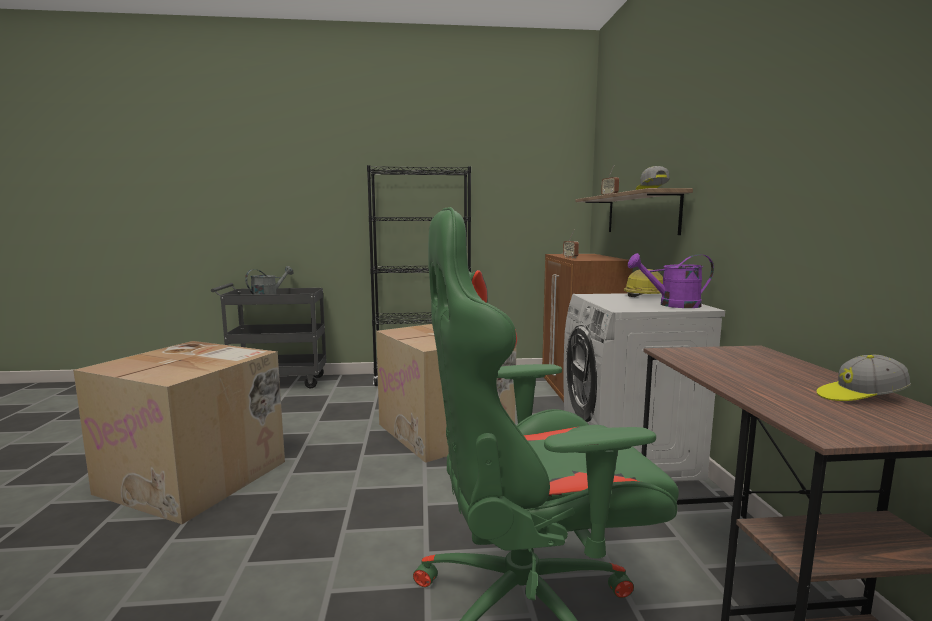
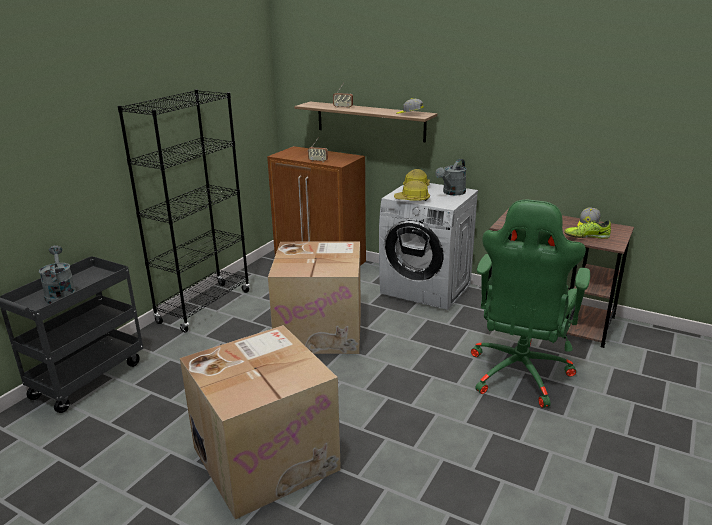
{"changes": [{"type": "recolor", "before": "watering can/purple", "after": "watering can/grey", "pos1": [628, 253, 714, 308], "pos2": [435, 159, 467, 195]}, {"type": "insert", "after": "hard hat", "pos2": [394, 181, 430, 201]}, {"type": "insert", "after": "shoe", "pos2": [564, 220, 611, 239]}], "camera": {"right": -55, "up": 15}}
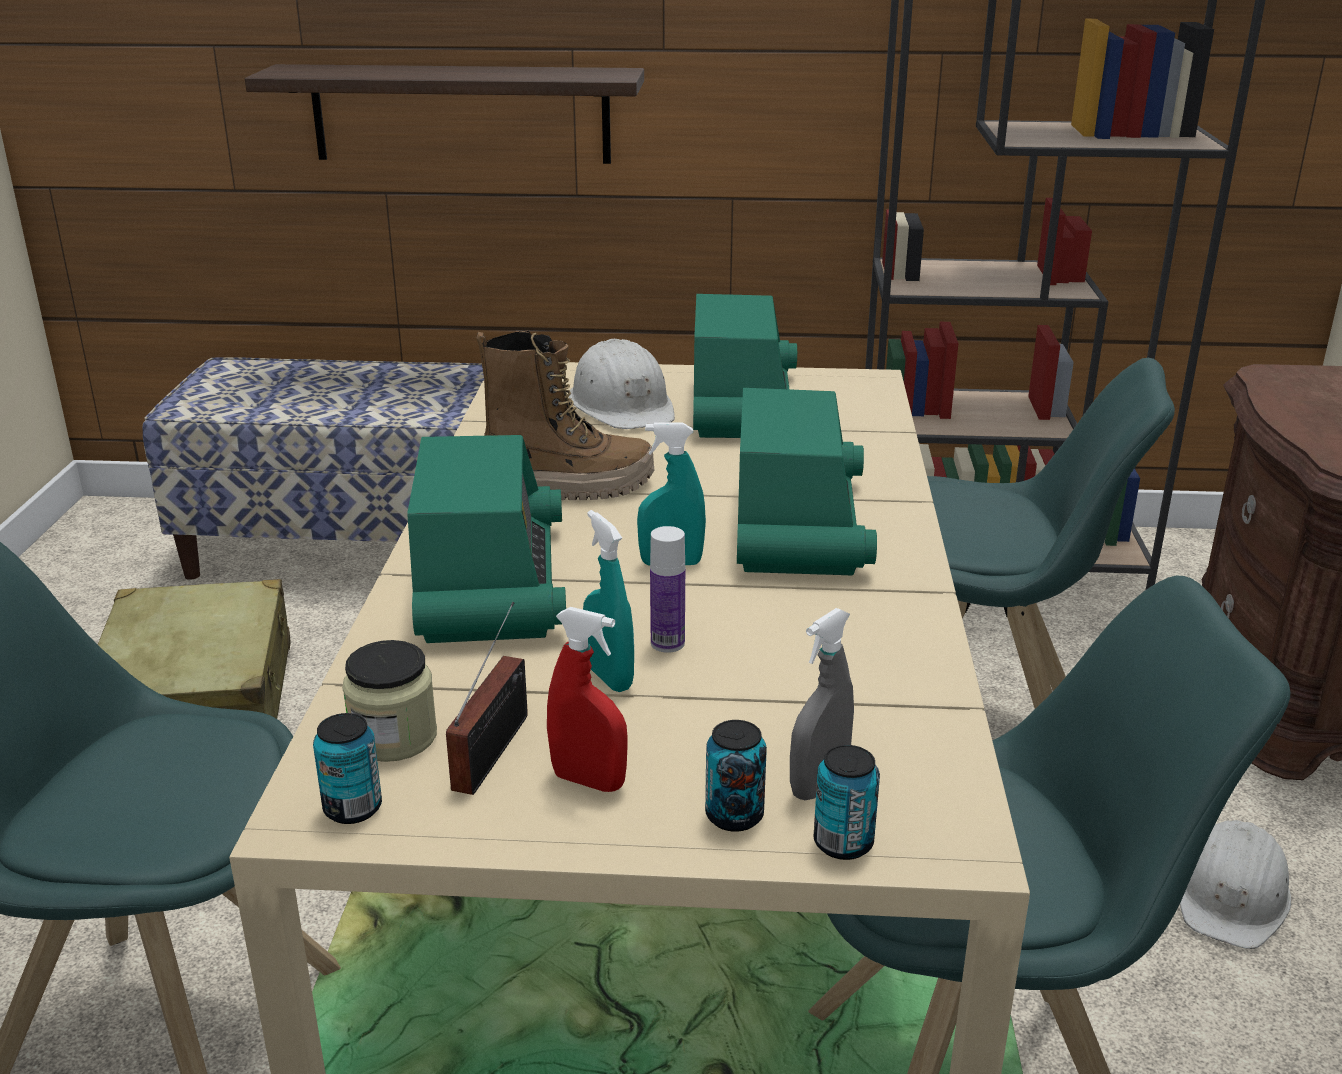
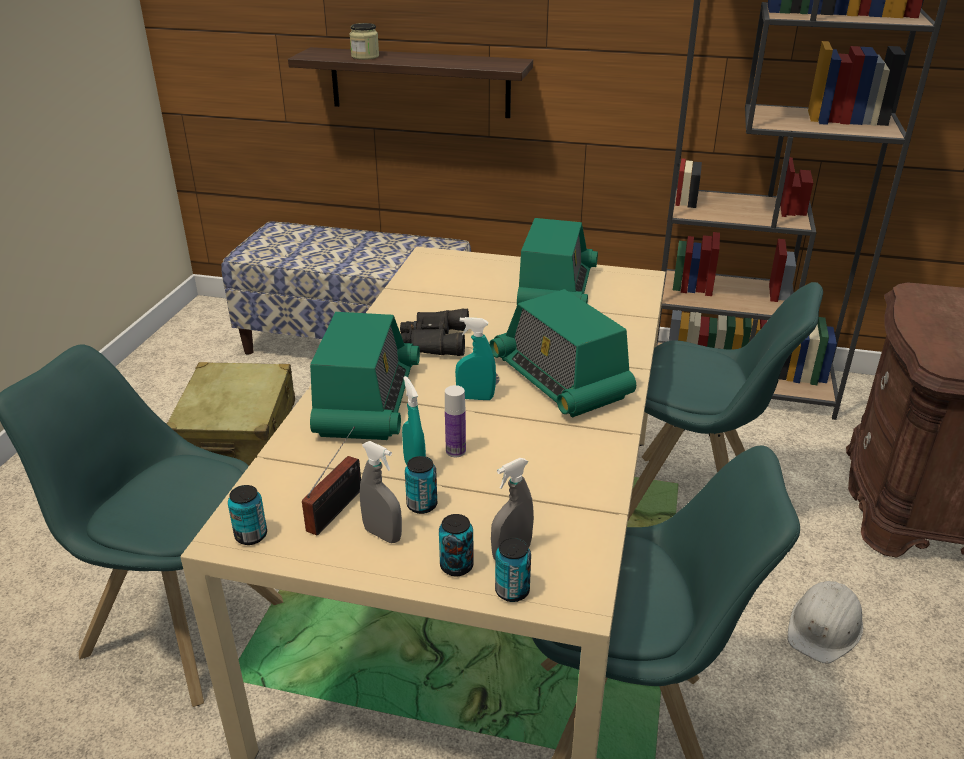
{"changes": [{"type": "move", "before": "jar", "pos1": [342, 640, 437, 762], "pos2": [350, 23, 379, 60]}, {"type": "replace", "before": "boot", "after": "binoculars/black", "pos1": [477, 331, 654, 500], "pos2": [400, 309, 469, 356]}, {"type": "recolor", "before": "spray bottle/red", "after": "spray bottle/grey", "pos1": [547, 607, 628, 792], "pos2": [360, 441, 402, 543]}, {"type": "delete", "before": "hard hat/white", "pos1": [569, 339, 675, 429]}, {"type": "rotate", "before": "radio", "pos1": [737, 388, 877, 575], "pos2": [489, 289, 636, 417], "turn": 135}, {"type": "insert", "after": "can", "pos2": [405, 456, 437, 514]}], "camera": {"right": 10, "up": 5}}
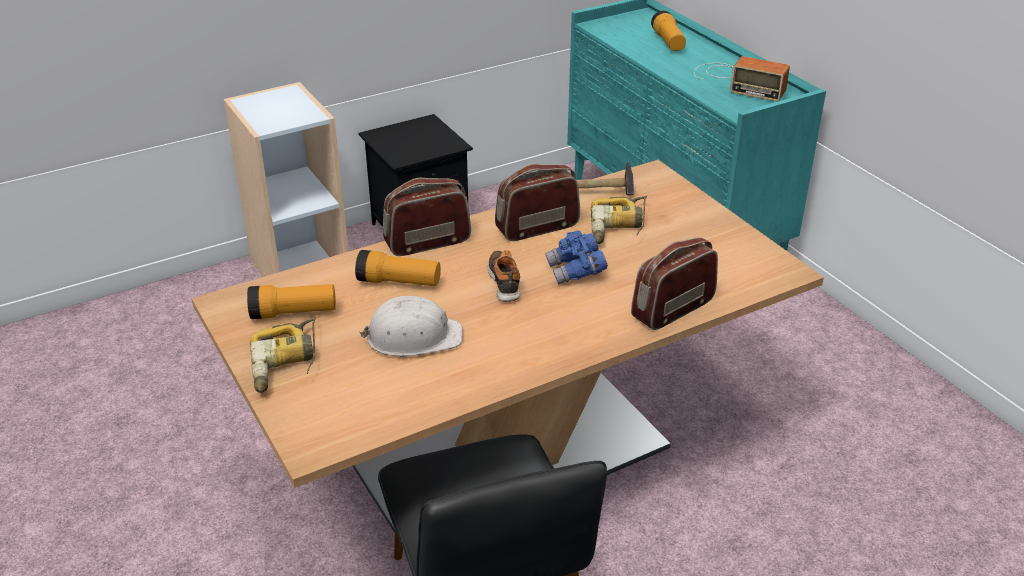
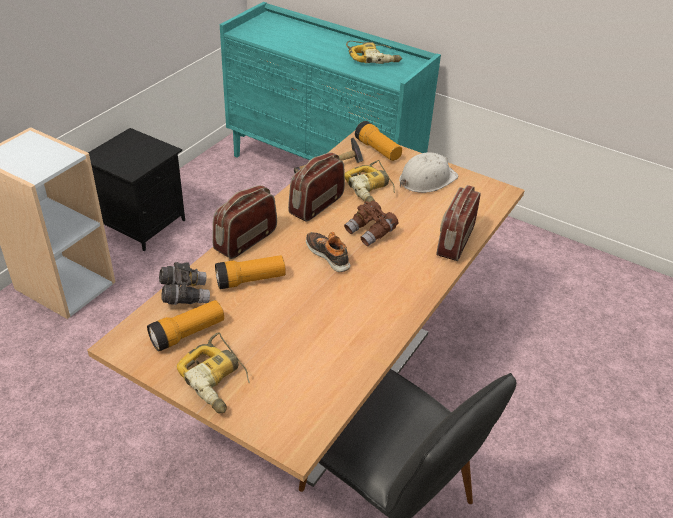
{"changes": [{"type": "move", "before": "hard hat/white", "pos1": [360, 296, 463, 356], "pos2": [399, 152, 458, 193]}, {"type": "recolor", "before": "binoculars/blue", "after": "binoculars/brown", "pos1": [545, 231, 608, 285], "pos2": [344, 201, 398, 246]}, {"type": "move", "before": "flashlight", "pos1": [651, 10, 686, 51], "pos2": [355, 121, 402, 161]}, {"type": "replace", "before": "radio", "after": "power drill", "pos1": [694, 56, 790, 102], "pos2": [346, 41, 402, 64]}, {"type": "insert", "after": "binoculars/grey", "pos2": [159, 262, 210, 305]}], "camera": {"right": -30, "up": 5}}
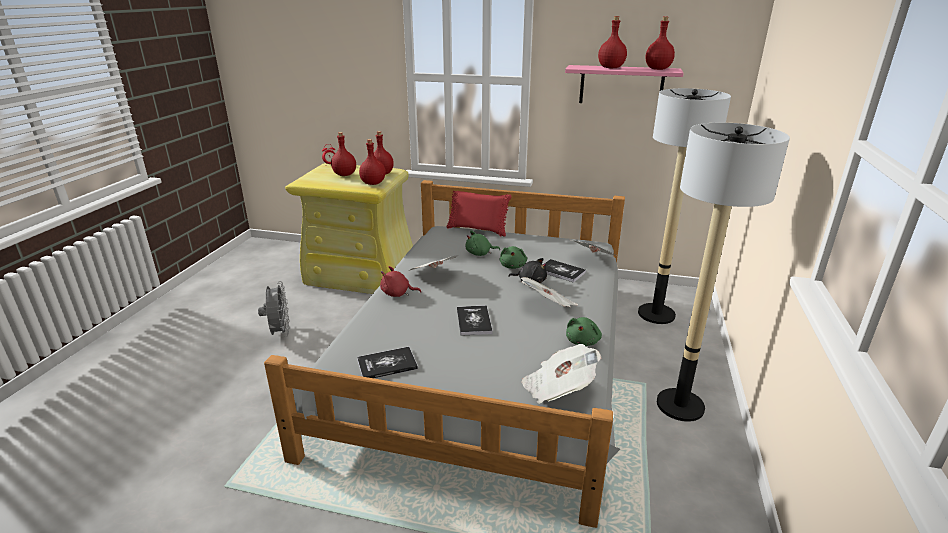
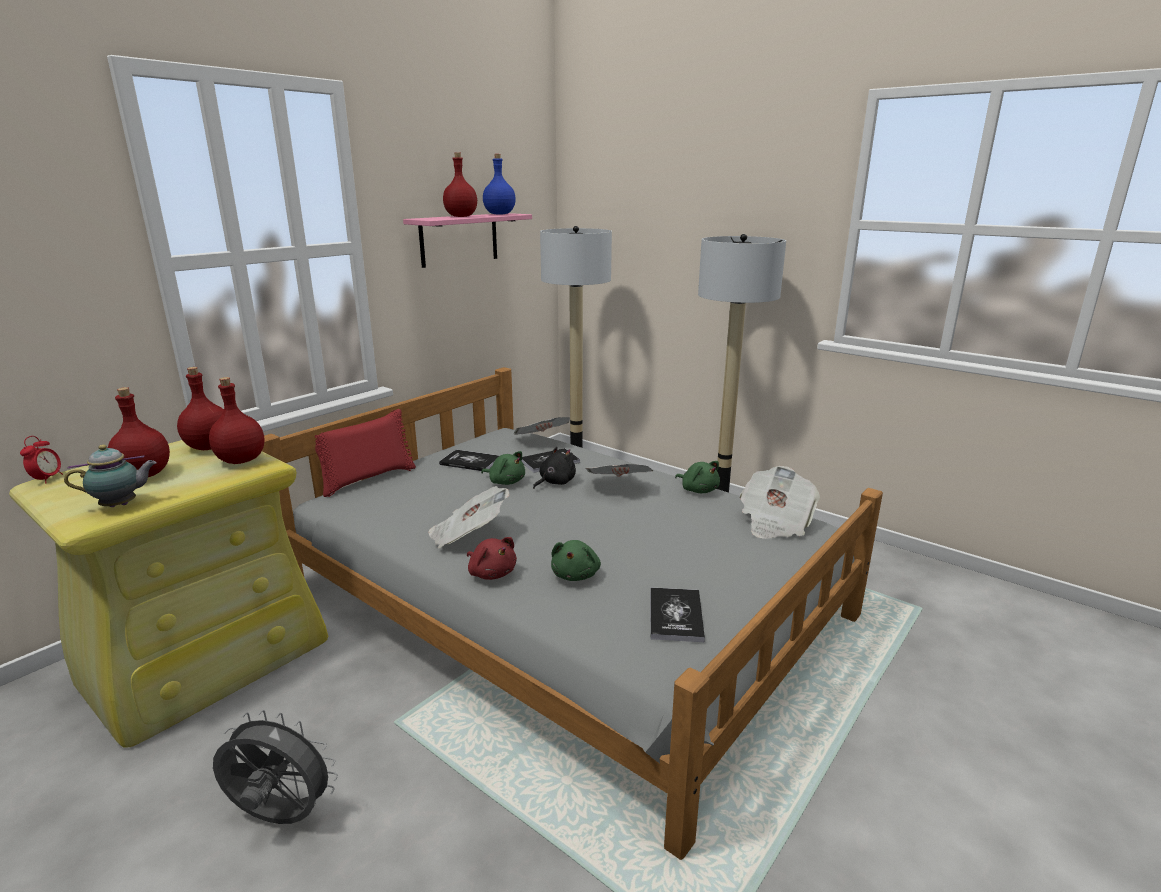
{"changes": [{"type": "rotate", "before": "plush toy/red", "pos1": [380, 266, 421, 297], "pos2": [467, 537, 517, 580], "turn": -75}, {"type": "move", "before": "book", "pos1": [457, 305, 493, 336], "pos2": [439, 450, 499, 471]}, {"type": "move", "before": "plush toy/green", "pos1": [466, 230, 500, 256], "pos2": [551, 540, 601, 581]}, {"type": "recolor", "before": "bottle/red", "after": "bottle/blue", "pos1": [645, 17, 675, 70], "pos2": [483, 154, 516, 214]}, {"type": "insert", "after": "teapot", "pos2": [64, 445, 157, 507]}], "camera": {"right": -65, "up": -5}}
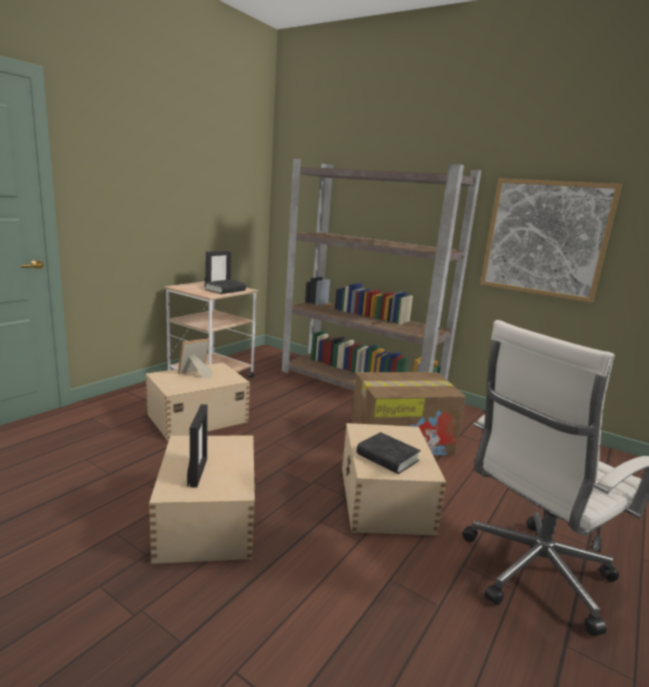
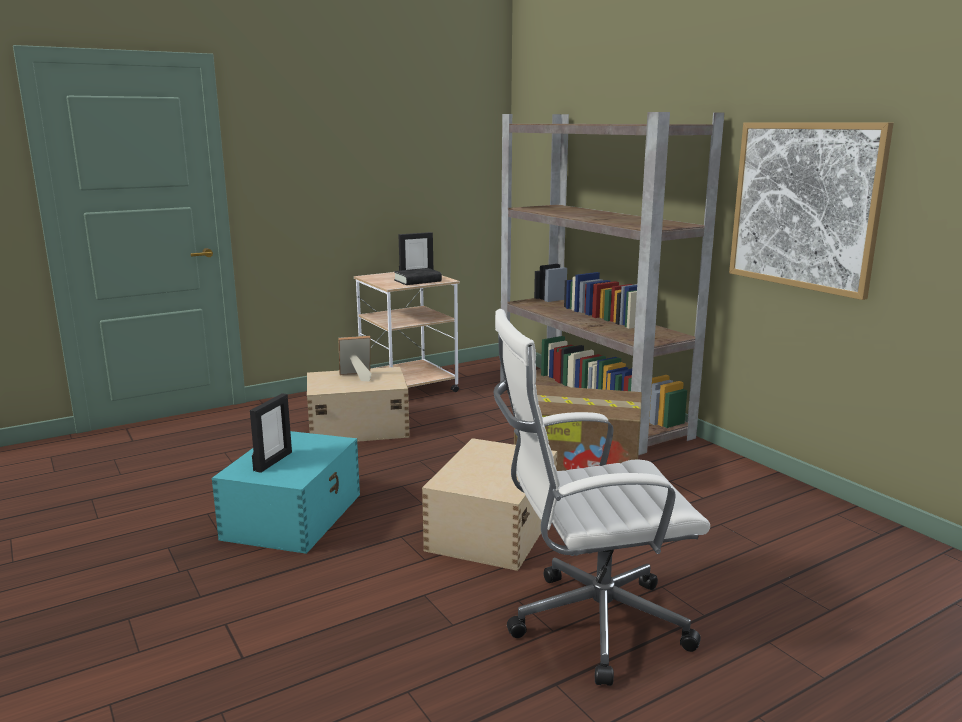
{"changes": [{"type": "recolor", "before": "storage box/beige", "after": "storage box/turquoise", "pos1": [148, 436, 256, 564], "pos2": [212, 431, 360, 554]}, {"type": "delete", "before": "book/black", "pos1": [357, 432, 421, 474]}], "camera": {"right": 25, "up": 0}}
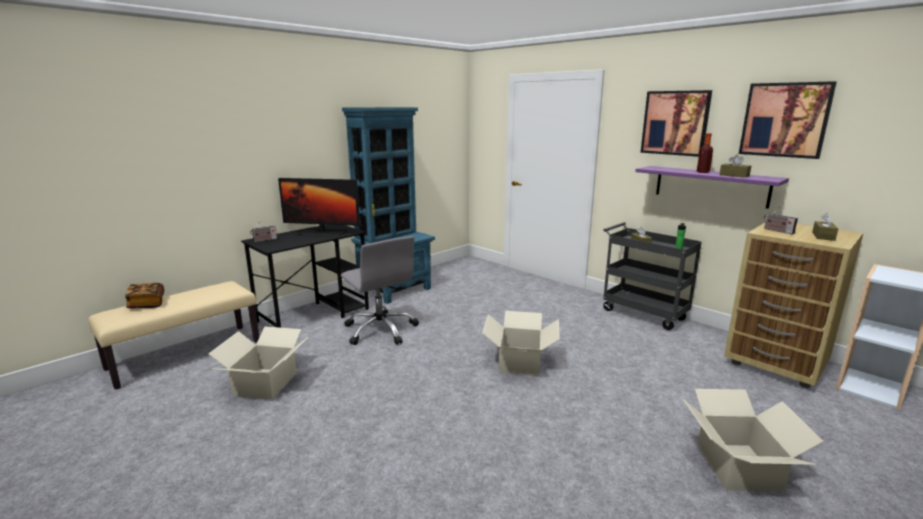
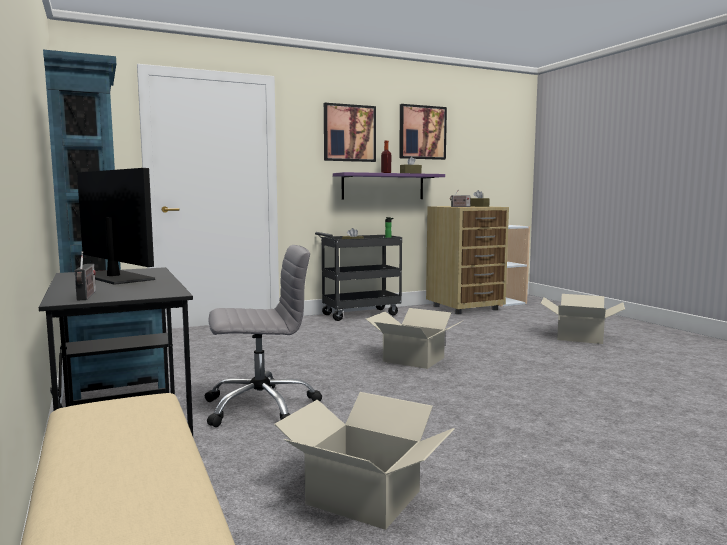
{"changes": [{"type": "delete", "before": "book", "pos1": [125, 283, 164, 308]}, {"type": "rotate", "before": "monitor", "pos1": [278, 178, 360, 236], "pos2": [77, 168, 155, 285], "turn": -75}], "camera": {"right": -70, "up": -10}}
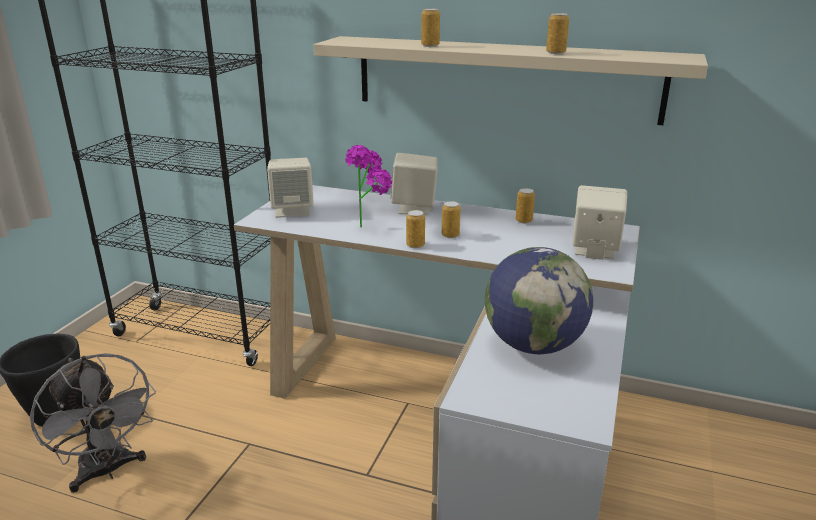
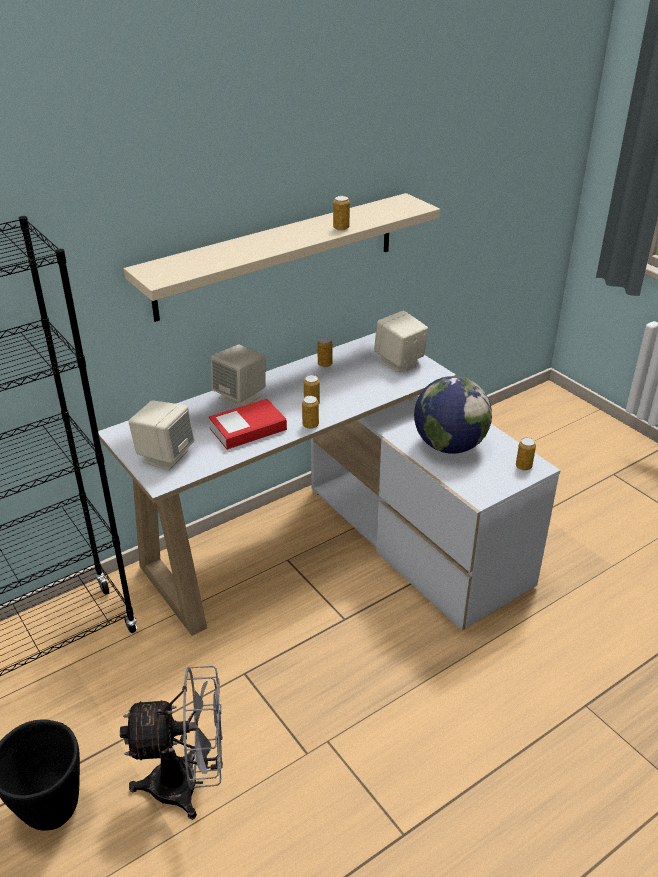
{"changes": [{"type": "replace", "before": "potted plant", "after": "book", "pos1": [345, 145, 392, 227], "pos2": [208, 399, 287, 450]}, {"type": "move", "before": "can", "pos1": [421, 8, 440, 47], "pos2": [516, 438, 536, 470]}], "camera": {"right": -55, "up": 10}}
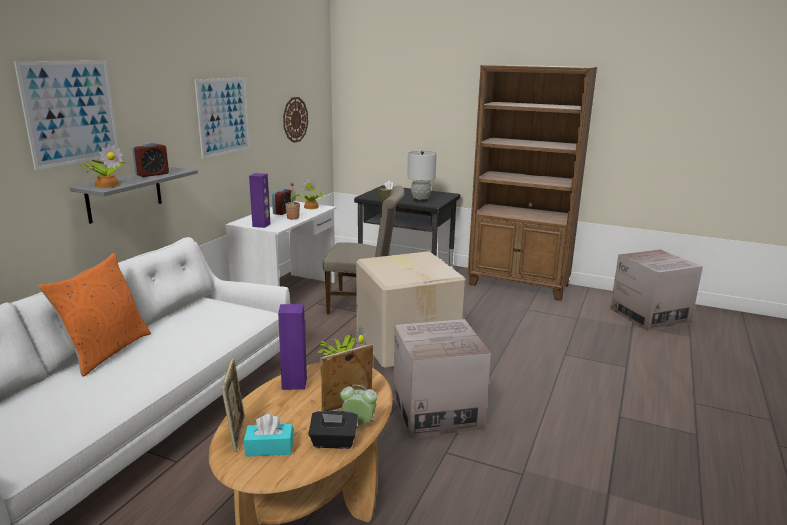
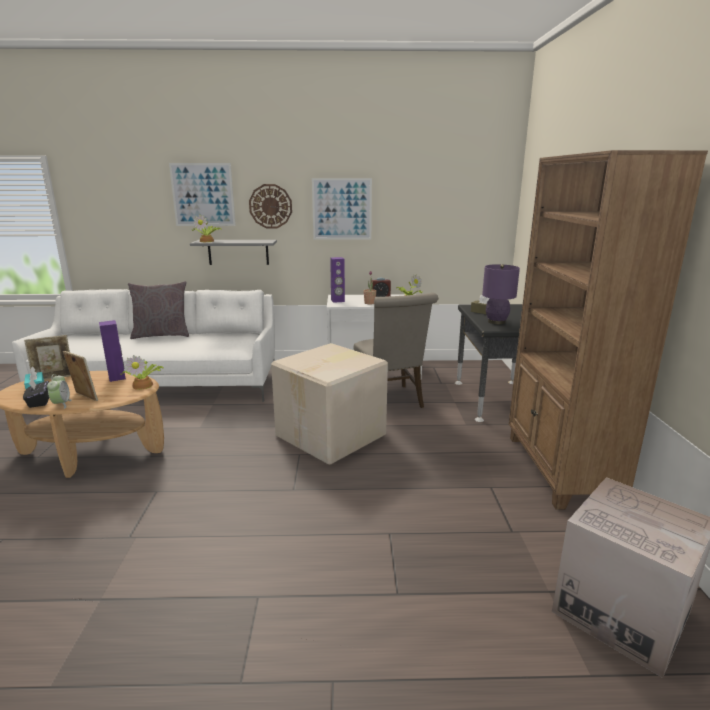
{"changes": [{"type": "recolor", "before": "pillow/orange", "after": "pillow/grey", "pos1": [38, 253, 151, 377], "pos2": [128, 281, 189, 339]}, {"type": "delete", "before": "alarm clock", "pos1": [132, 142, 169, 177]}, {"type": "move", "before": "wall clock", "pos1": [283, 97, 308, 143], "pos2": [249, 184, 292, 228]}, {"type": "delete", "before": "cardboard box", "pos1": [393, 319, 491, 438]}, {"type": "recolor", "before": "table lamp/white", "after": "table lamp/purple", "pos1": [407, 151, 437, 202], "pos2": [482, 264, 520, 324]}], "camera": {"right": 65, "up": 0}}
